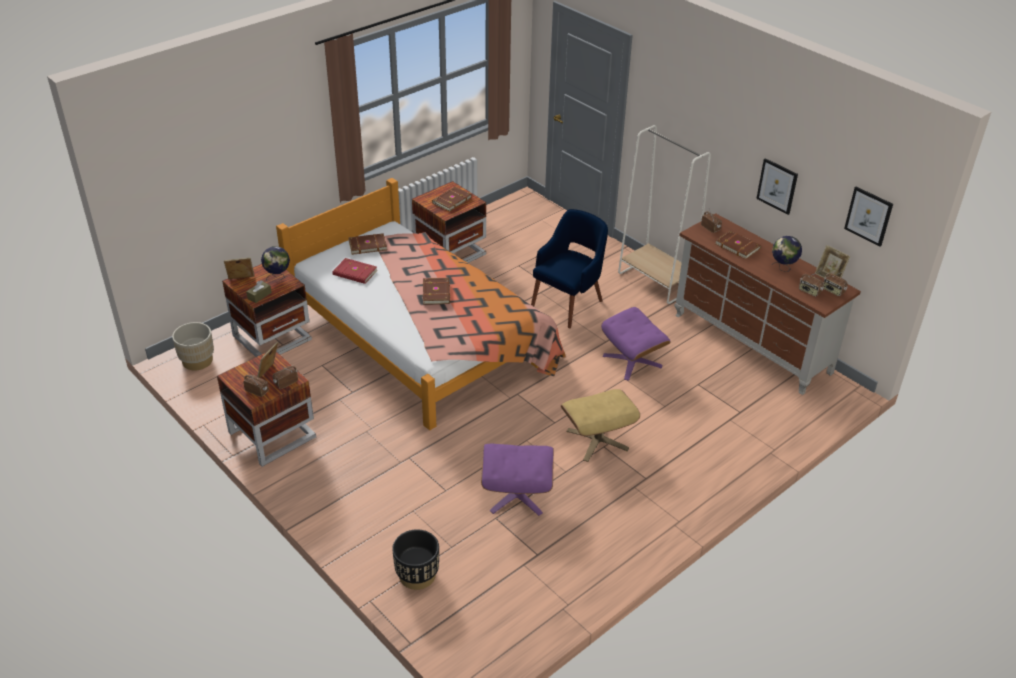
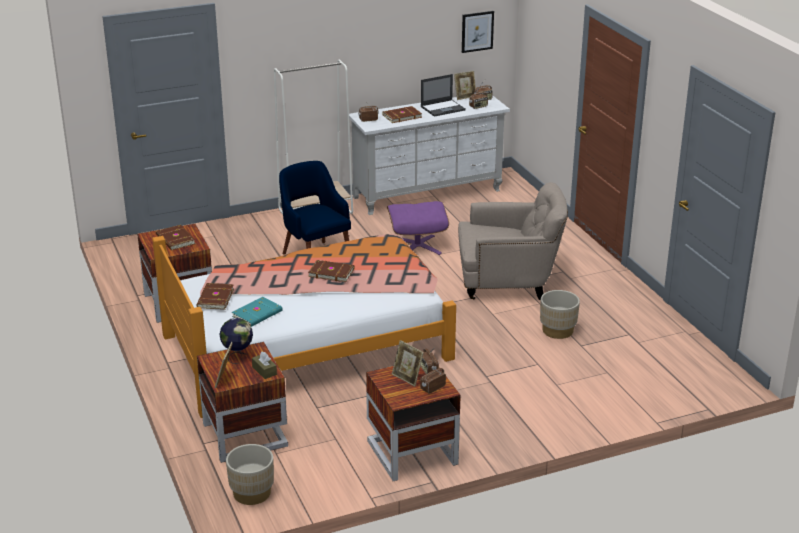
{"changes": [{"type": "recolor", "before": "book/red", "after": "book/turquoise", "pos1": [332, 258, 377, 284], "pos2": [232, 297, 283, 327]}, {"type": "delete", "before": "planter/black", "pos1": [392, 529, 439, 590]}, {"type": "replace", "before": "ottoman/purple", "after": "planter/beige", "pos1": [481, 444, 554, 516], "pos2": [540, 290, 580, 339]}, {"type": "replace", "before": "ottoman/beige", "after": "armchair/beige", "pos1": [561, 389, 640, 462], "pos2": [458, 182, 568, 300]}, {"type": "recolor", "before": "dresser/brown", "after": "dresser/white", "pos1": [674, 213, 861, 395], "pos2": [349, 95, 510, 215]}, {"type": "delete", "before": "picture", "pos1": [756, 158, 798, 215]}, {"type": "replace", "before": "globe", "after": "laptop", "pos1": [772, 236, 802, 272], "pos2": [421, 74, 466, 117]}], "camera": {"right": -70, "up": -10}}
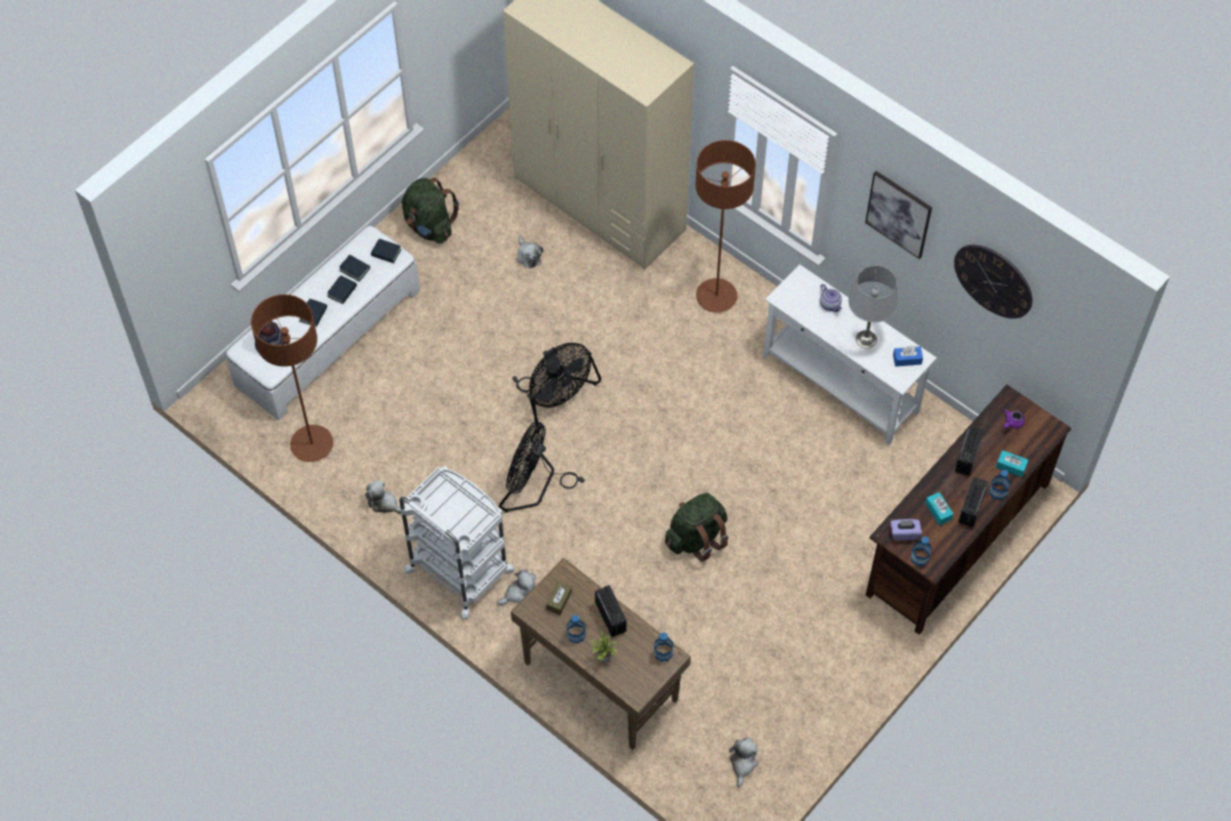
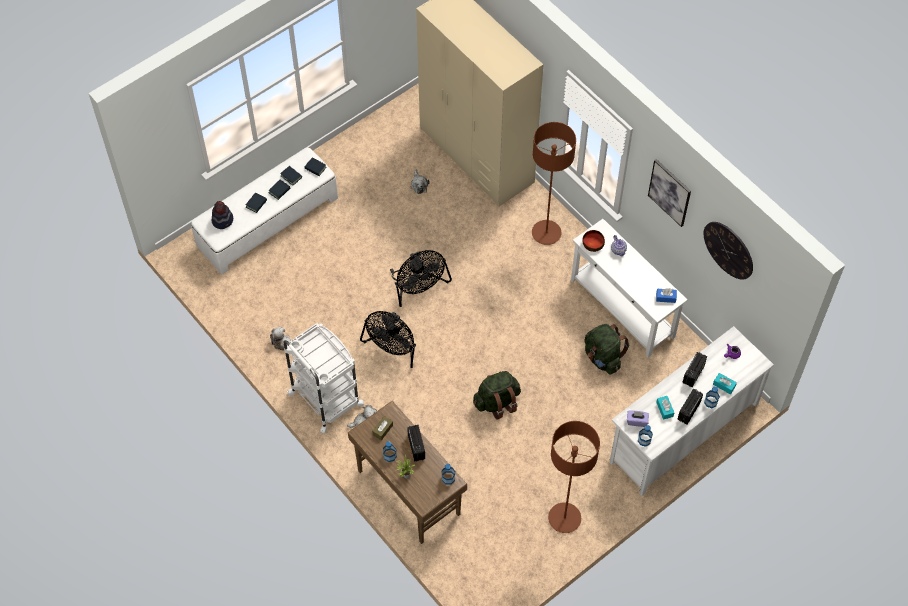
{"changes": [{"type": "move", "before": "floor lamp/brown", "pos1": [251, 294, 333, 462], "pos2": [548, 421, 600, 533]}, {"type": "move", "before": "backpack/green", "pos1": [402, 178, 459, 244], "pos2": [584, 324, 630, 375]}, {"type": "rotate", "before": "fan/black", "pos1": [499, 422, 585, 513], "pos2": [360, 311, 416, 368], "turn": -90}, {"type": "delete", "before": "plush toy", "pos1": [729, 737, 758, 787]}, {"type": "delete", "before": "table lamp/grey", "pos1": [848, 266, 898, 348]}, {"type": "recolor", "before": "dresser/brown", "after": "dresser/white", "pos1": [866, 384, 1071, 635], "pos2": [609, 326, 774, 496]}, {"type": "insert", "after": "bowl", "pos2": [583, 230, 605, 252]}], "camera": {"right": 10, "up": 0}}
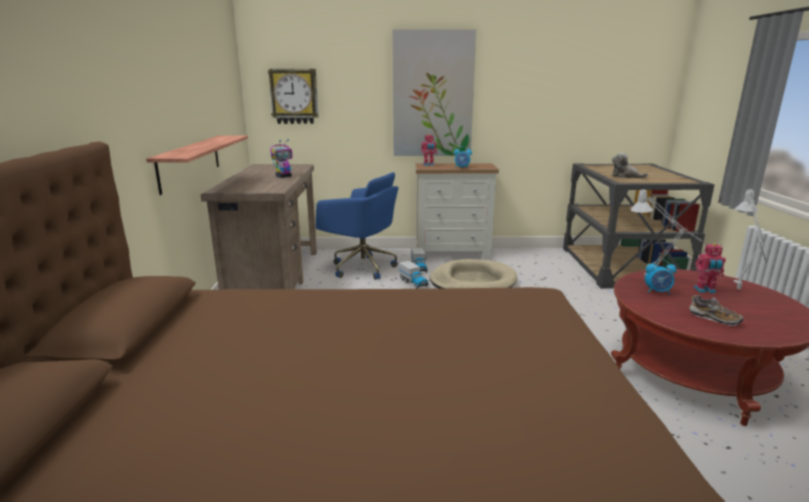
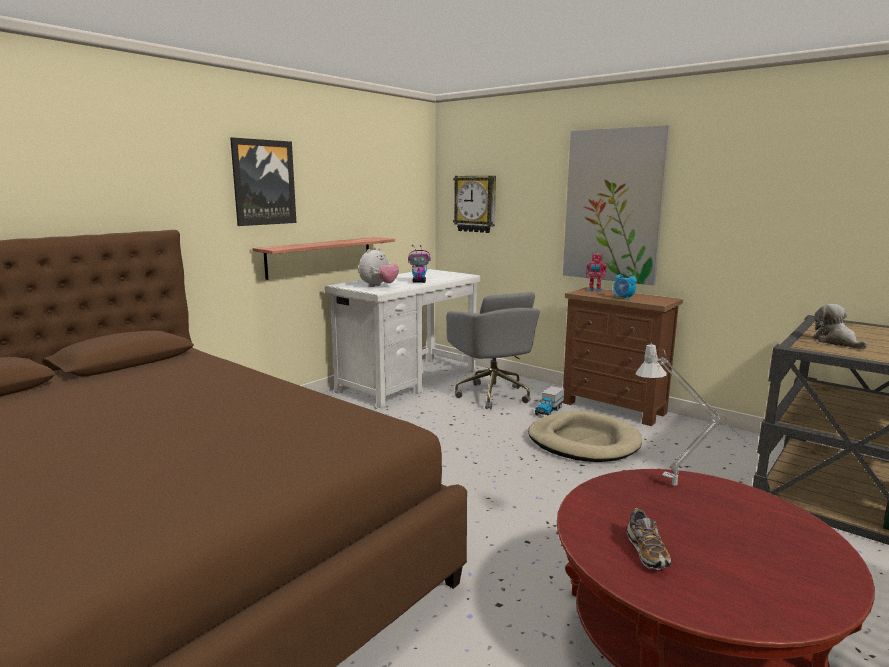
{"changes": [{"type": "recolor", "before": "desk/brown", "after": "desk/white", "pos1": [201, 164, 317, 290], "pos2": [325, 269, 480, 408]}, {"type": "recolor", "before": "office chair/blue", "after": "office chair/grey", "pos1": [316, 172, 398, 280], "pos2": [447, 292, 540, 409]}, {"type": "delete", "before": "toy truck", "pos1": [399, 261, 429, 289]}, {"type": "recolor", "before": "dresser/white", "after": "dresser/brown", "pos1": [415, 163, 499, 260], "pos2": [562, 287, 683, 426]}, {"type": "delete", "before": "alarm clock", "pos1": [645, 259, 676, 294]}, {"type": "delete", "before": "toy robot", "pos1": [694, 243, 726, 293]}, {"type": "delete", "before": "table lamp/grey", "pos1": [733, 188, 767, 290]}, {"type": "insert", "after": "picture", "pos2": [230, 137, 296, 226]}, {"type": "insert", "after": "plush toy", "pos2": [359, 248, 399, 287]}], "camera": {"right": 40, "up": -5}}
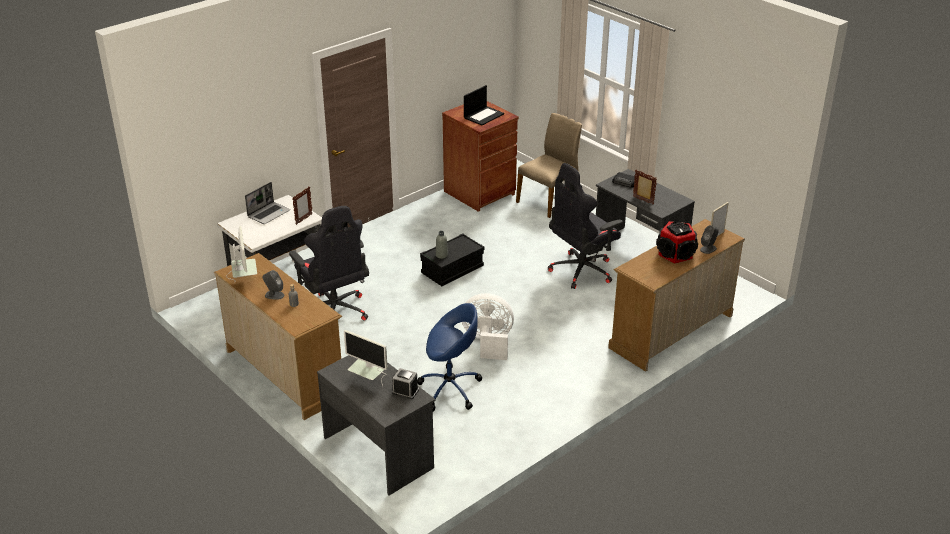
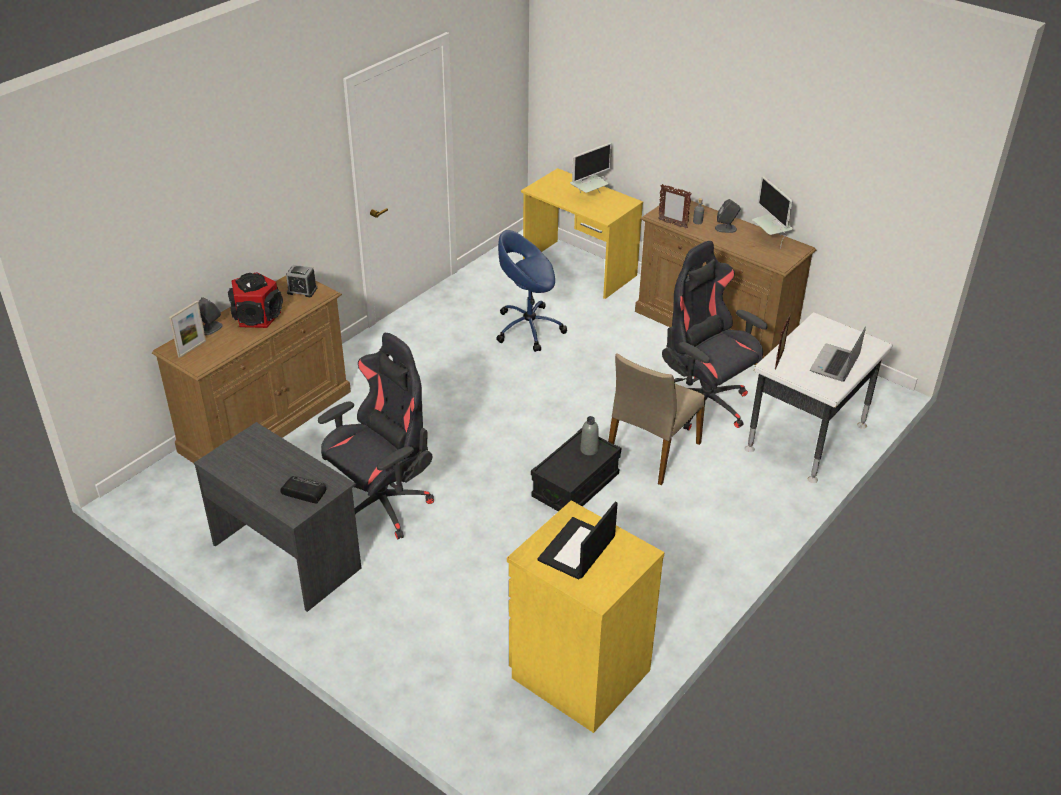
{"changes": [{"type": "recolor", "before": "desk/grey", "after": "desk/yellow", "pos1": [317, 355, 435, 496], "pos2": [521, 168, 643, 299]}, {"type": "rotate", "before": "monitor", "pos1": [344, 330, 388, 387], "pos2": [570, 143, 612, 193], "turn": 120}, {"type": "move", "before": "alarm clock", "pos1": [392, 368, 419, 399], "pos2": [286, 265, 317, 297]}, {"type": "recolor", "before": "dresser/brown", "after": "dresser/yellow", "pos1": [442, 101, 519, 212], "pos2": [507, 500, 665, 733]}, {"type": "delete", "before": "fan/white", "pos1": [462, 293, 514, 360]}, {"type": "move", "before": "chair/beige", "pos1": [516, 113, 582, 218], "pos2": [608, 353, 706, 485]}, {"type": "move", "before": "picture frame", "pos1": [633, 169, 657, 205], "pos2": [658, 184, 691, 229]}], "camera": {"right": 170, "up": 5}}
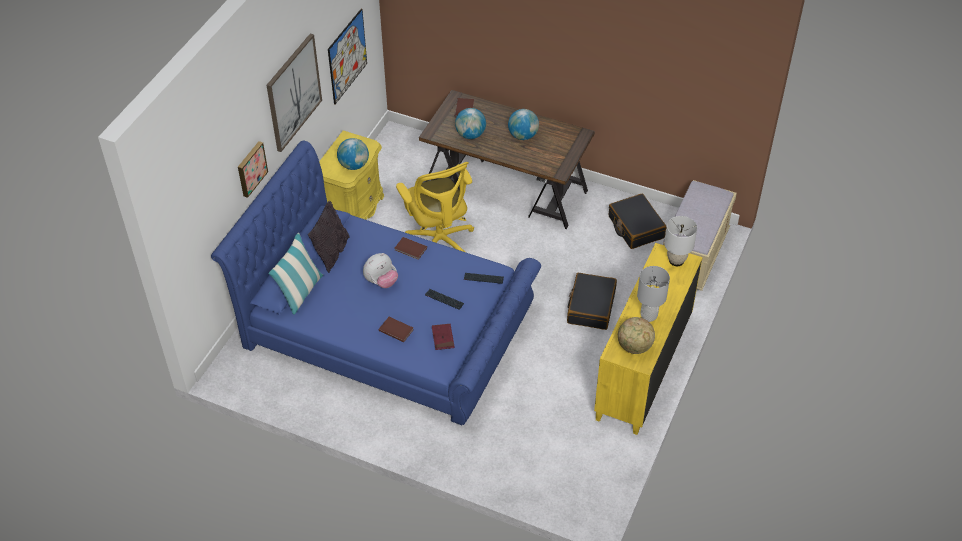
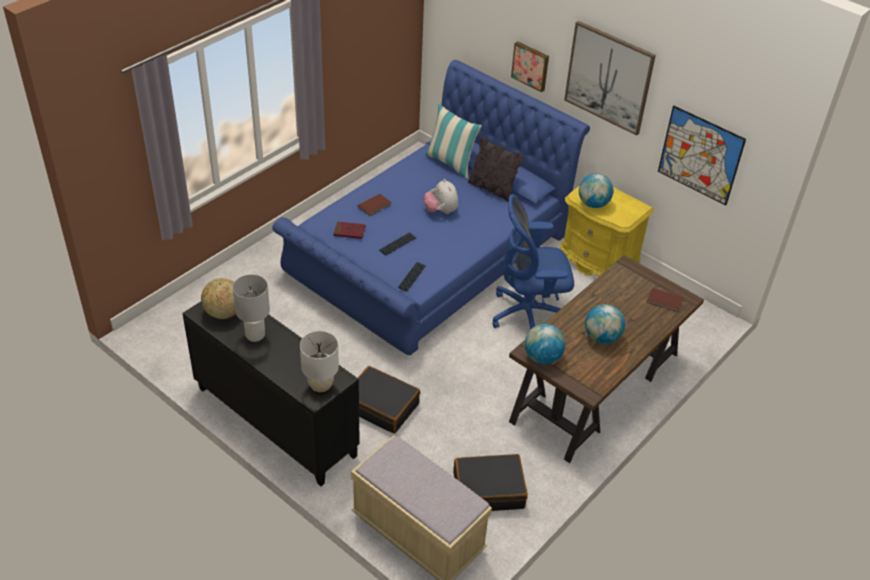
{"changes": [{"type": "delete", "before": "book/brown", "pos1": [395, 237, 427, 260]}, {"type": "recolor", "before": "office chair/yellow", "after": "office chair/blue", "pos1": [396, 162, 474, 252], "pos2": [493, 194, 574, 329]}, {"type": "move", "before": "globe", "pos1": [455, 108, 486, 139], "pos2": [525, 324, 565, 364]}, {"type": "recolor", "before": "dresser/yellow", "after": "dresser/black", "pos1": [594, 243, 703, 435], "pos2": [182, 301, 360, 486]}], "camera": {"right": 105, "up": -5}}
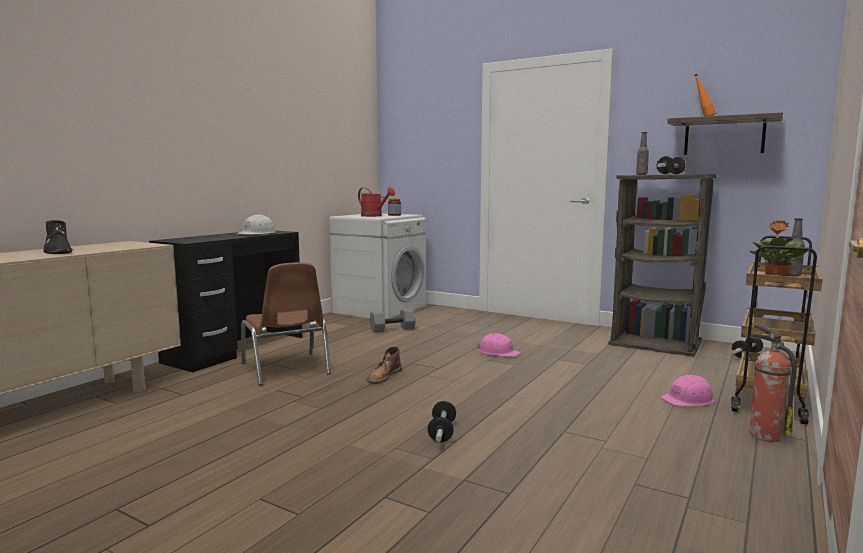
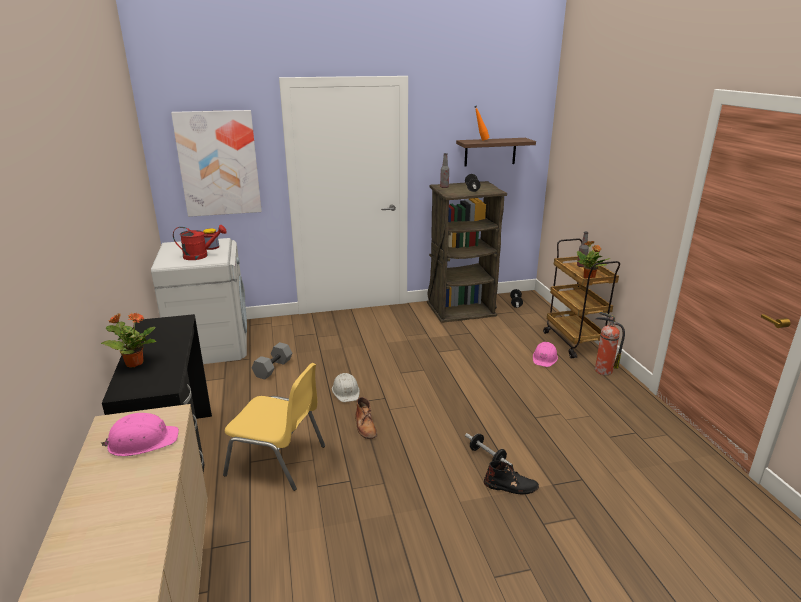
{"changes": [{"type": "move", "before": "boot/black", "pos1": [43, 220, 72, 254], "pos2": [484, 460, 539, 494]}, {"type": "move", "before": "hard hat/white", "pos1": [237, 214, 276, 235], "pos2": [332, 373, 360, 402]}, {"type": "recolor", "before": "chair/brown", "after": "chair/yellow", "pos1": [241, 262, 331, 386], "pos2": [223, 363, 325, 491]}, {"type": "move", "before": "hard hat/pink", "pos1": [476, 333, 520, 357], "pos2": [101, 413, 179, 456]}, {"type": "insert", "after": "potted plant", "pos2": [101, 313, 156, 367]}, {"type": "insert", "after": "picture", "pos2": [171, 110, 262, 217]}], "camera": {"right": -45, "up": 15}}
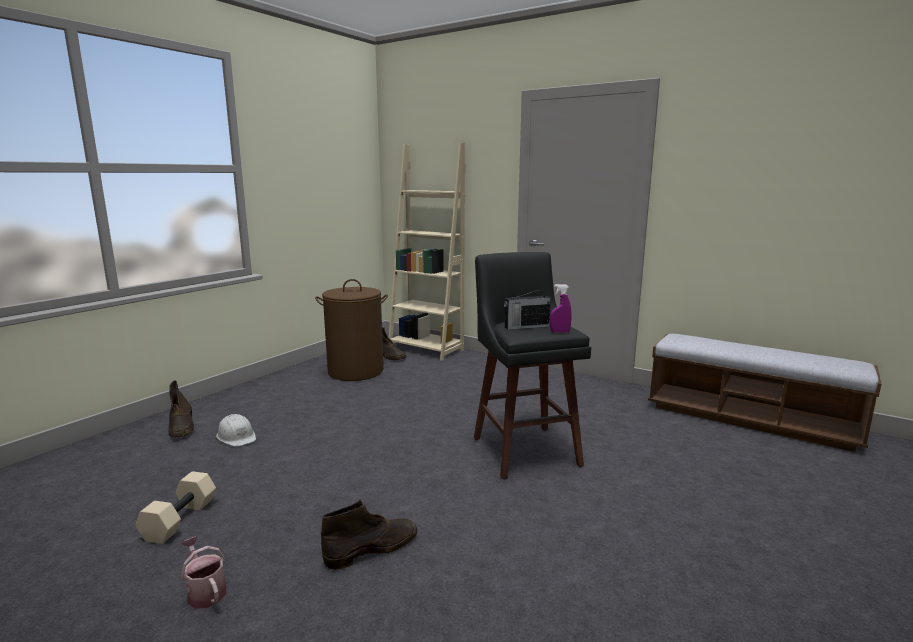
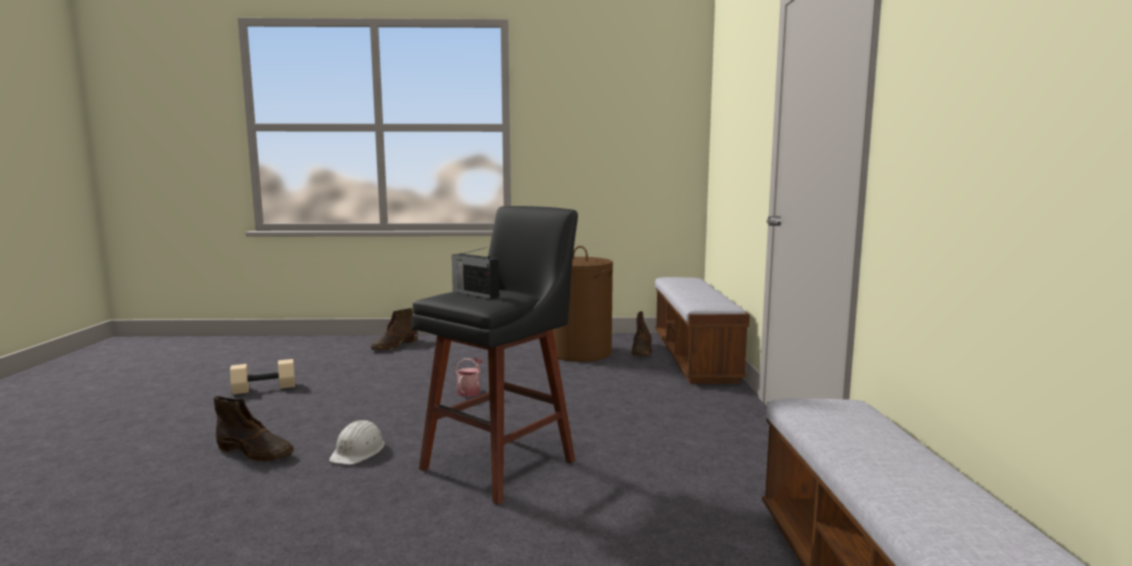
{"changes": [{"type": "move", "before": "watering can", "pos1": [181, 537, 227, 609], "pos2": [455, 358, 484, 397]}, {"type": "move", "before": "hard hat/white", "pos1": [216, 414, 256, 447], "pos2": [329, 420, 385, 465]}, {"type": "replace", "before": "bookcase/beige", "after": "bench", "pos1": [389, 142, 465, 361], "pos2": [655, 277, 750, 384]}, {"type": "delete", "before": "spray bottle/purple", "pos1": [550, 284, 572, 333]}], "camera": {"right": 55, "up": -5}}
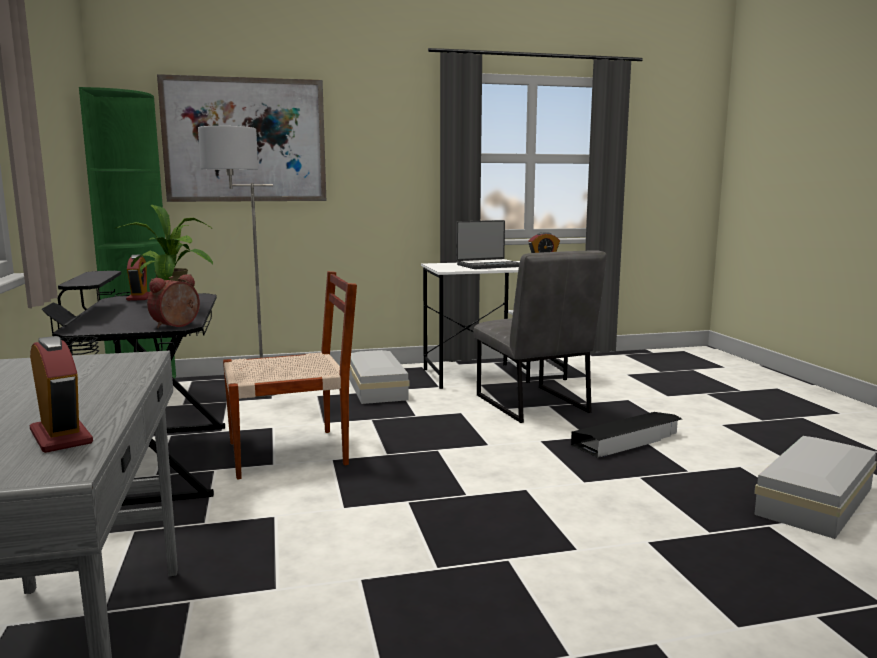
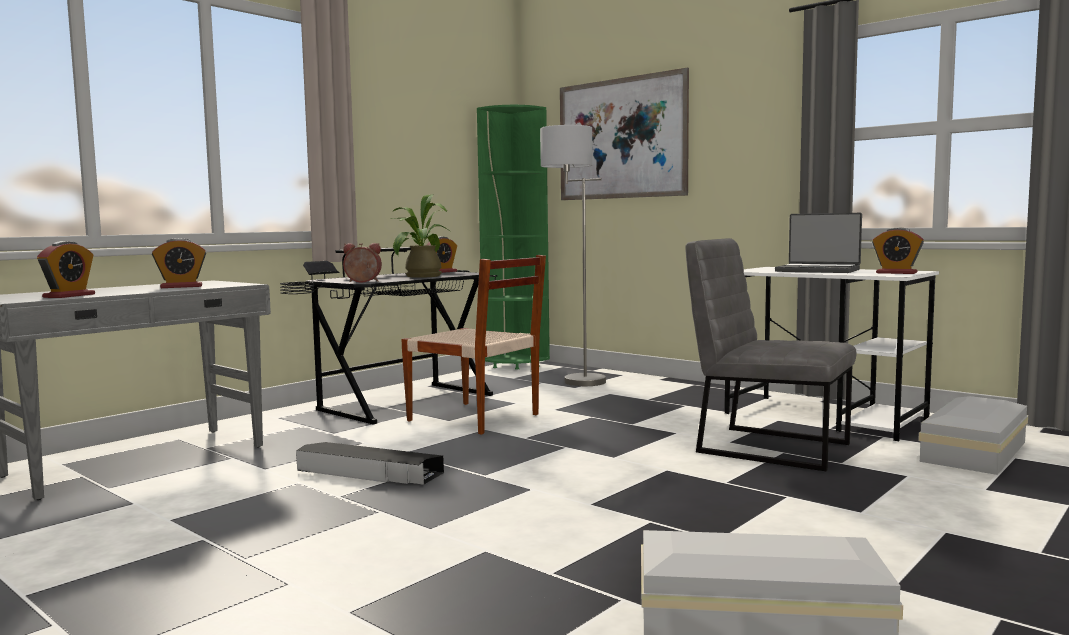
{"changes": [{"type": "move", "before": "storage box/white", "pos1": [349, 350, 410, 404], "pos2": [918, 396, 1028, 475]}, {"type": "rotate", "before": "chair/grey", "pos1": [474, 250, 607, 423], "pos2": [685, 238, 856, 471], "turn": 90}, {"type": "move", "before": "storage box/black", "pos1": [571, 412, 682, 458], "pos2": [296, 442, 444, 485]}, {"type": "insert", "after": "alarm clock", "pos2": [152, 238, 206, 288]}], "camera": {"right": 55, "up": -5}}
